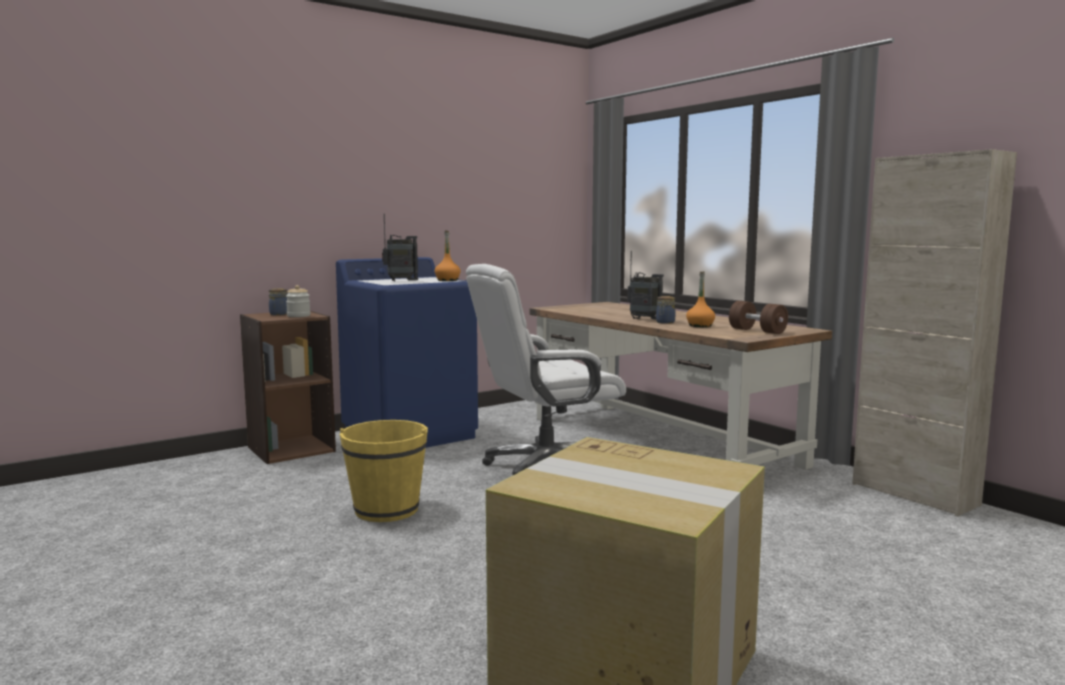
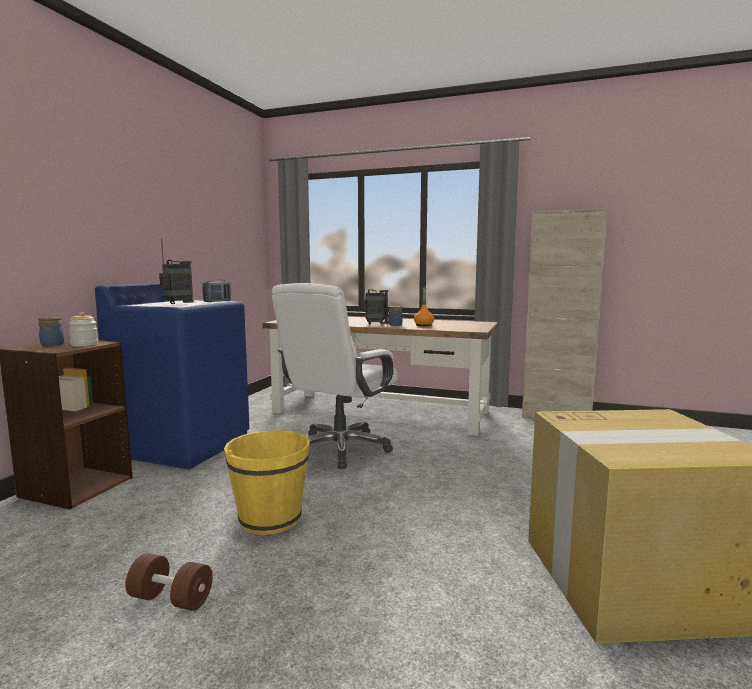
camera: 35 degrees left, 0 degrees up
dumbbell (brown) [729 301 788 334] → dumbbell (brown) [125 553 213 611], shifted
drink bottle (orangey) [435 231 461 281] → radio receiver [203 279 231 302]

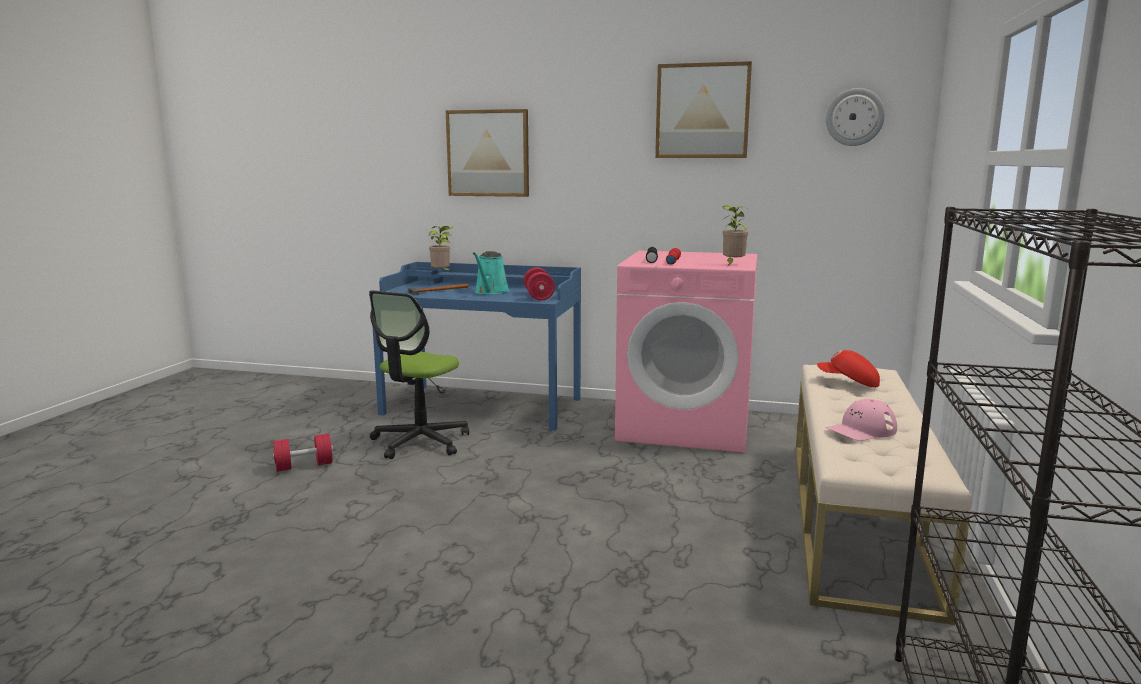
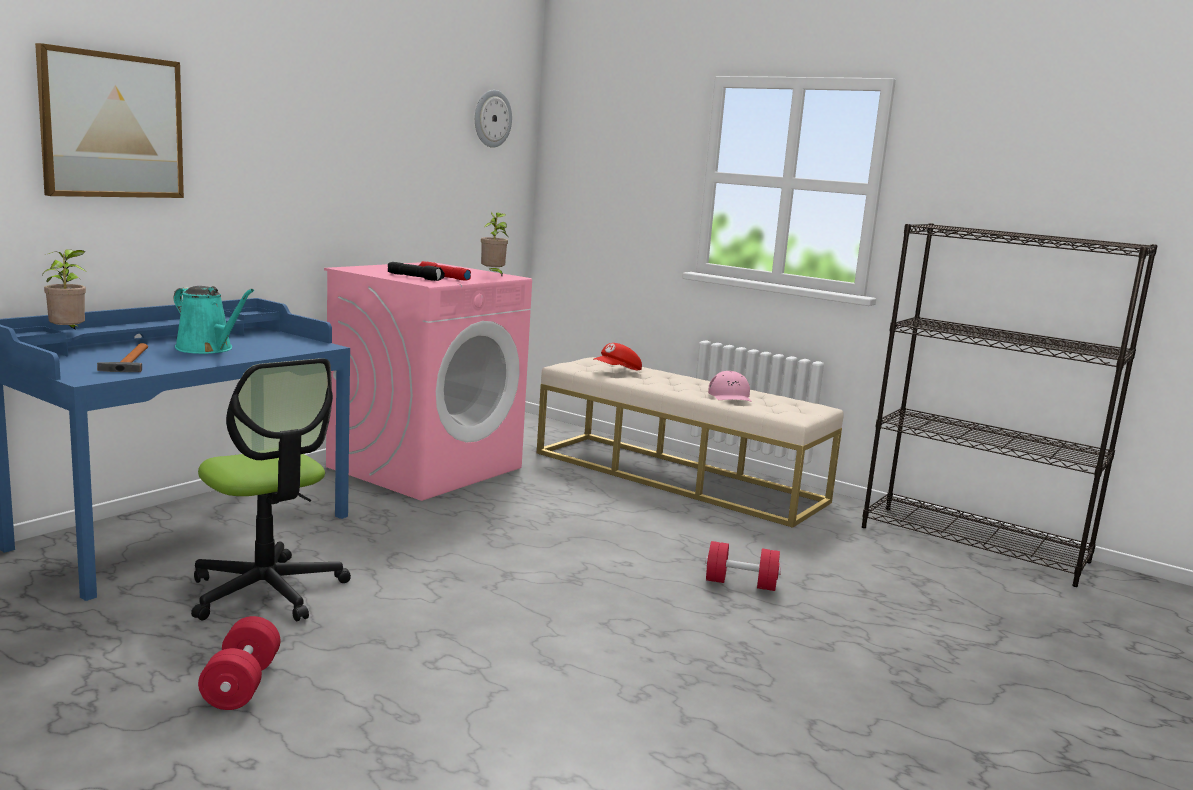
camera: 70 degrees left, 0 degrees up
picture [655 61 752 158] → -
dumbbell (red-coloured) [524 267 555 301] → dumbbell (red-coloured) [706 541 781 591], shifted

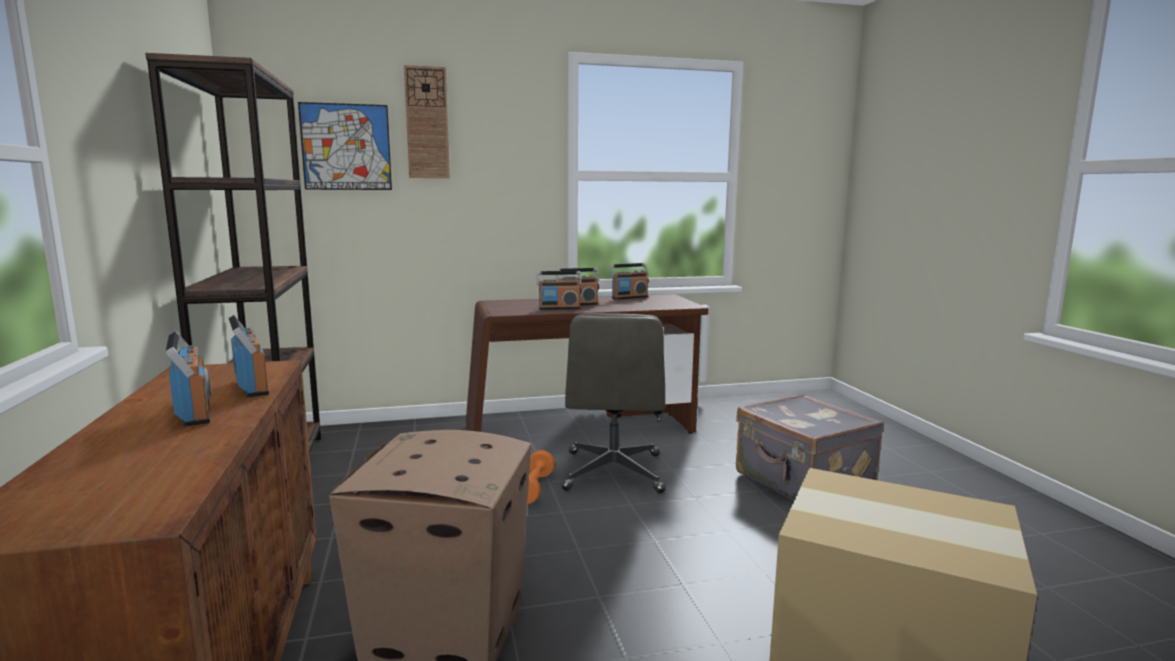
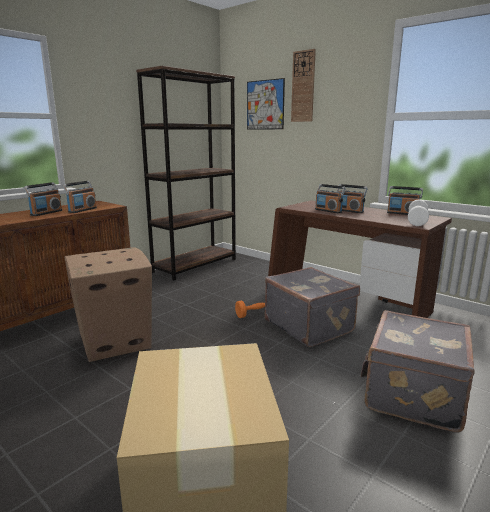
camera: 55 degrees right, 5 degrees up
- → dumbbell (whitish) [408 199 429 226]
desk chair (gray) [562 313 665 493] → travel case (gray) [265 267 360 347]

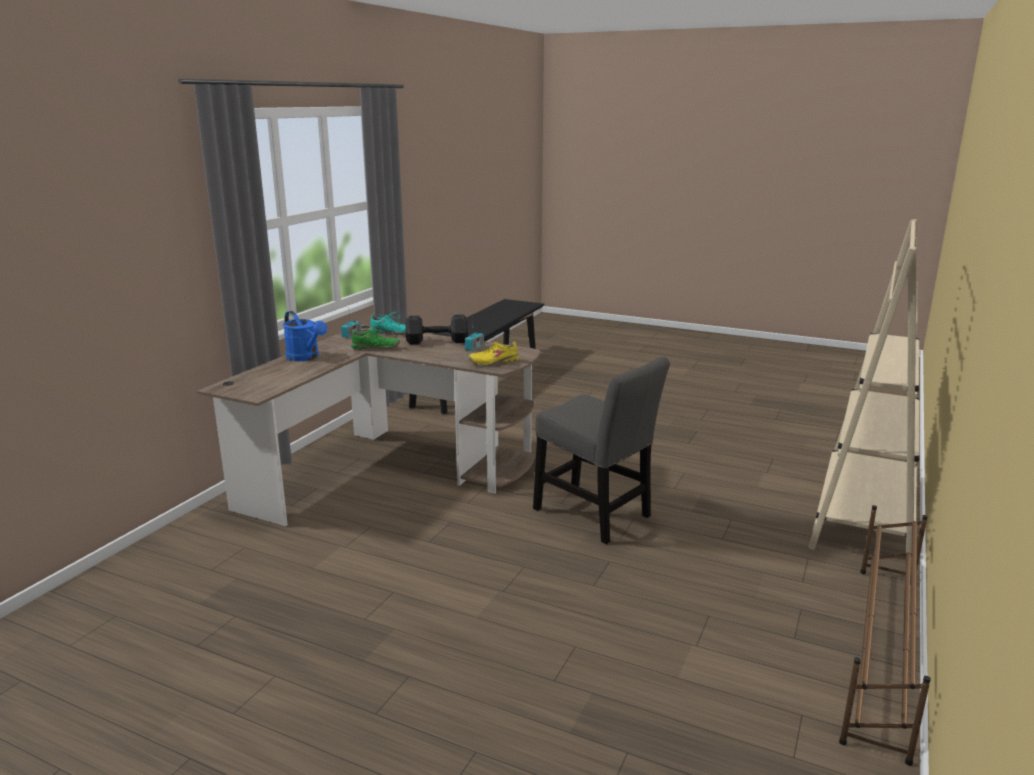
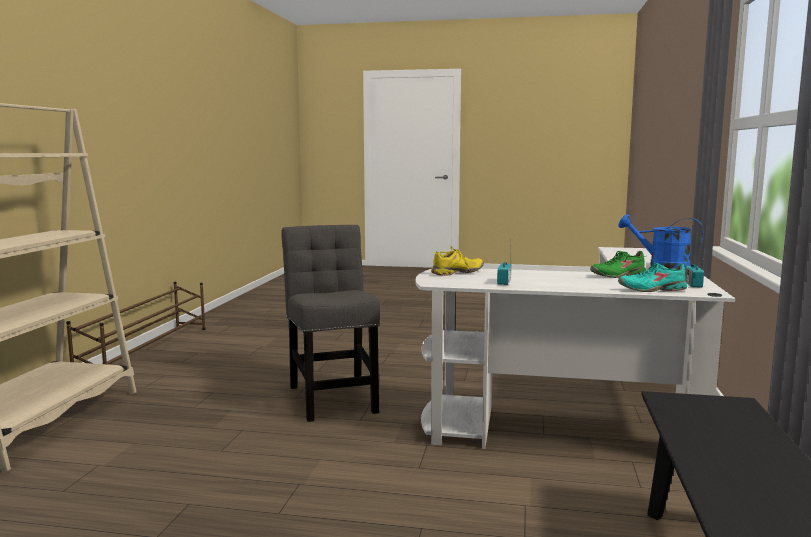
camera: 165 degrees right, 10 degrees down
dumbbell (black) [405 315 468 344] → -
desk table (brown) [197 324 540 526] → desk table (whitish) [416 247 735 449]
chair (gray) [533 357 670 544] → chair (gray) [281 225 380 422], 45 degrees clockwise

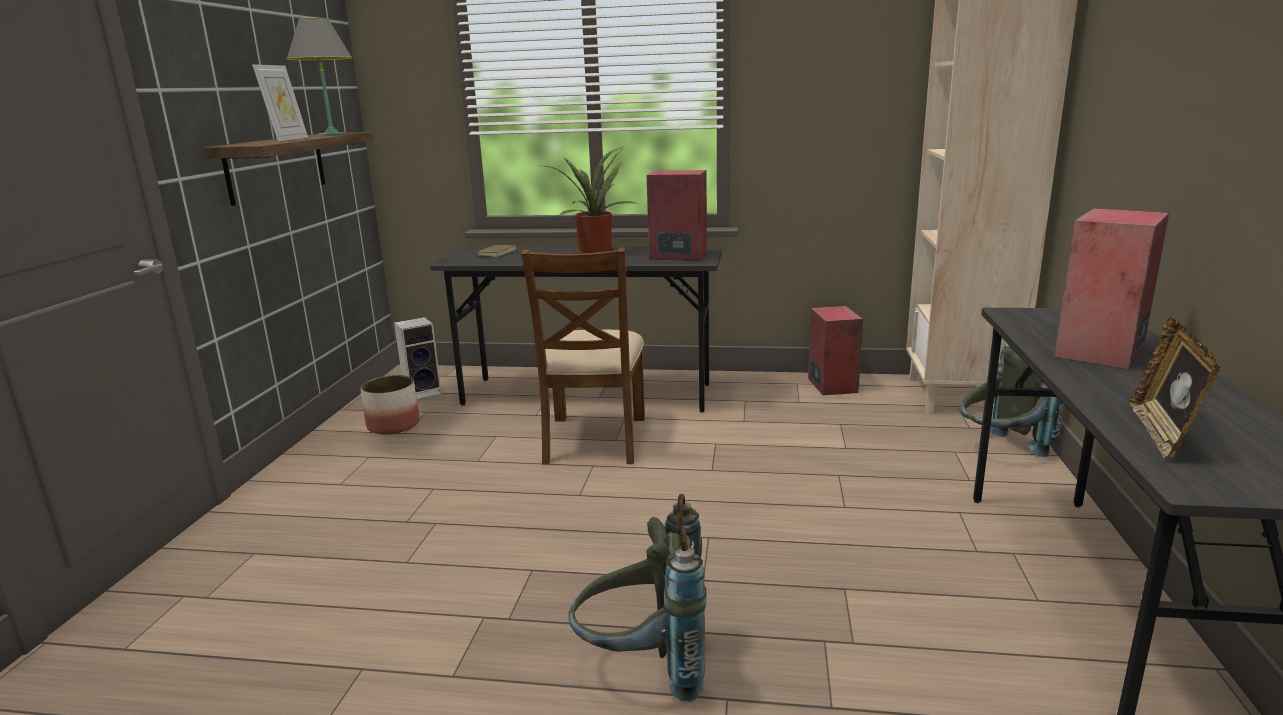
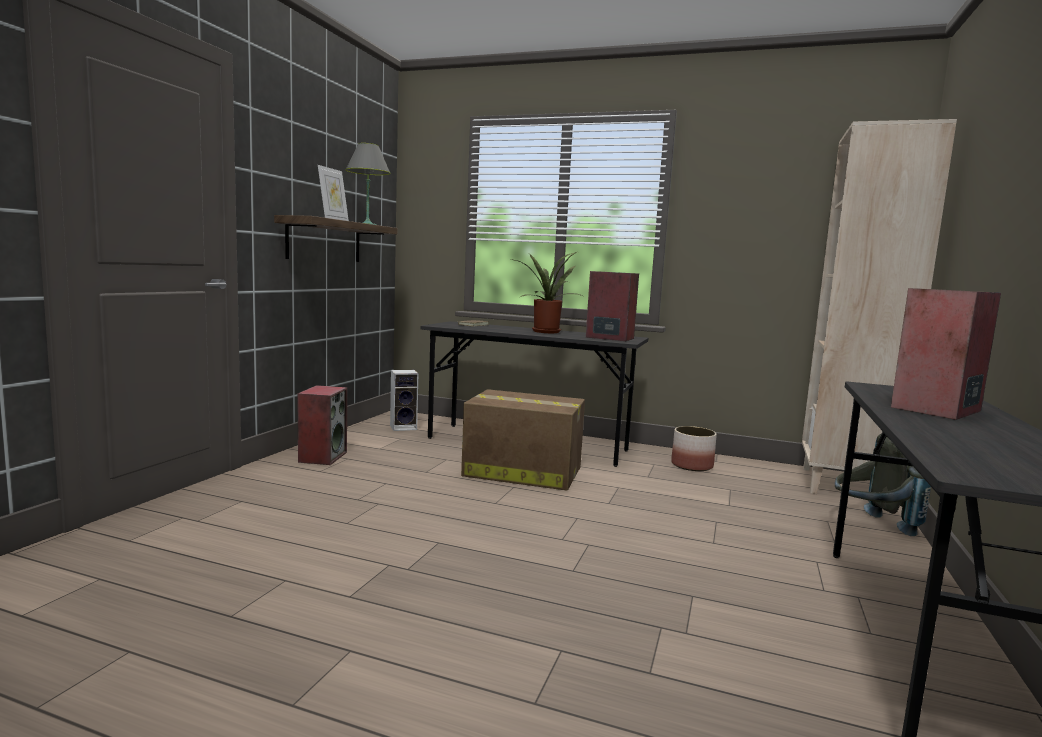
camera: 10 degrees right, 10 degrees down
rucksack (gray) [569 494 707 701] → -
picture frame [1129 318 1221 459] → -
flower pot [360 375 419 434] → flower pot [671 426 717 471], shifted
speaker [808 306 863 395] → speaker [297 385 347 465], shifted
chair (brown) [521 247 645 465] → carton [461 389 585 491]

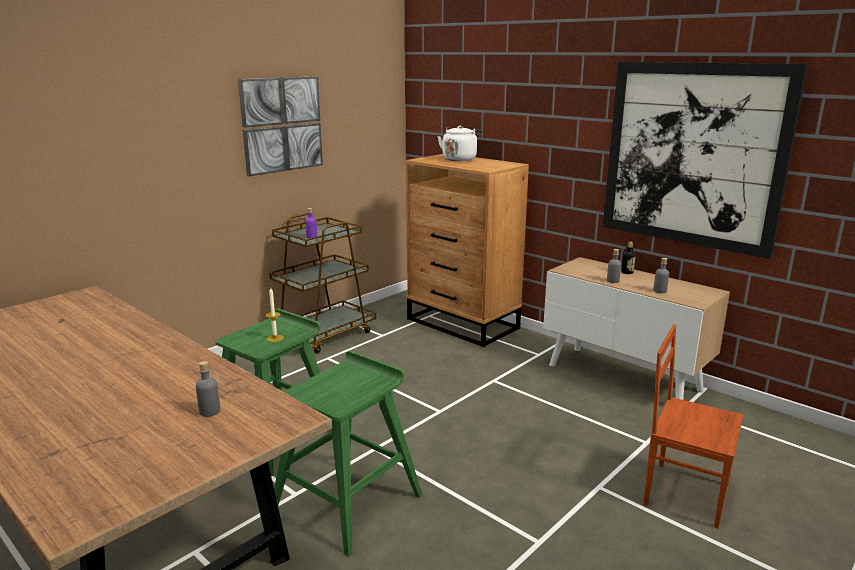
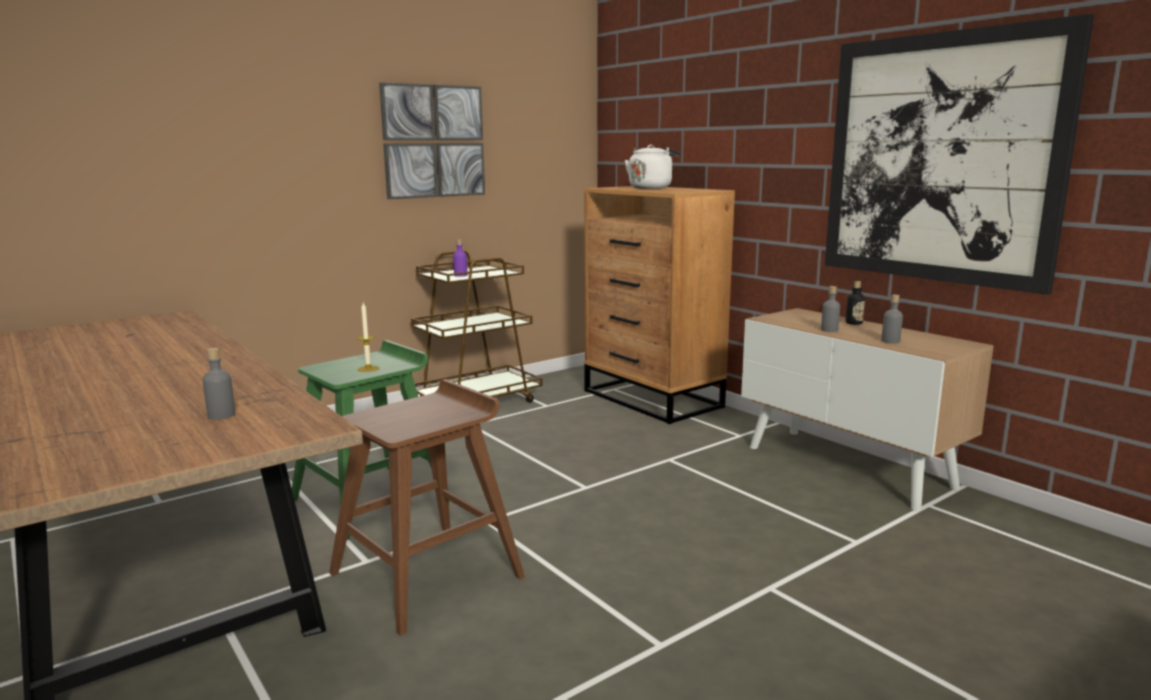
camera: 10 degrees right, 5 degrees down
chair (brown) [643 324 743 529] → -
sitting stool (green) [274 350 423 557] → sitting stool (brown) [329 379 525 636]

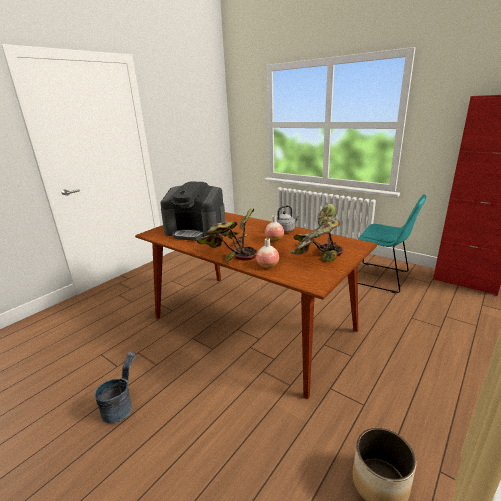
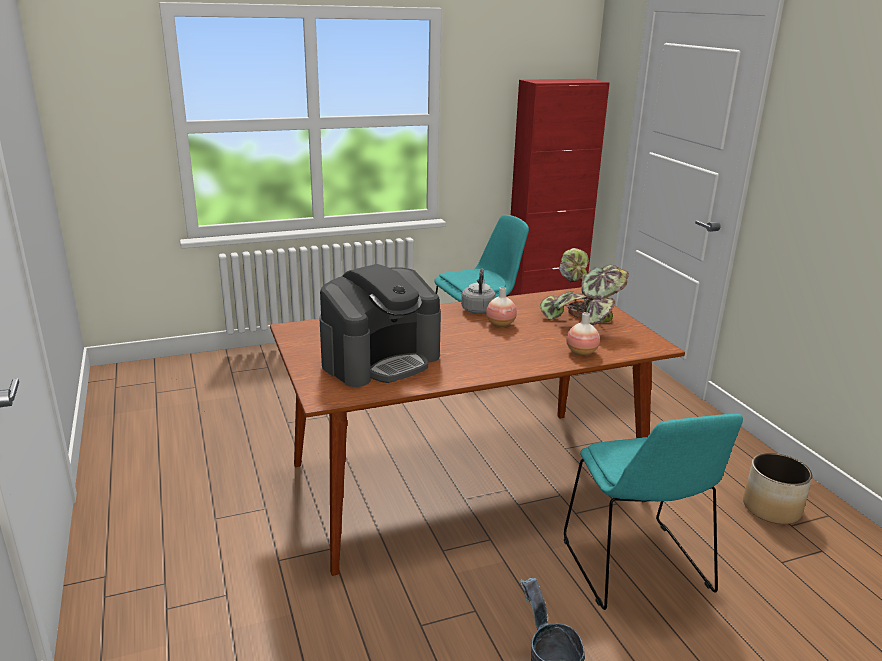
camera: 60 degrees left, 0 degrees up
plant in a pot [197 208 258 262] → -
- → chair (blue-green) [564 414 743 610]

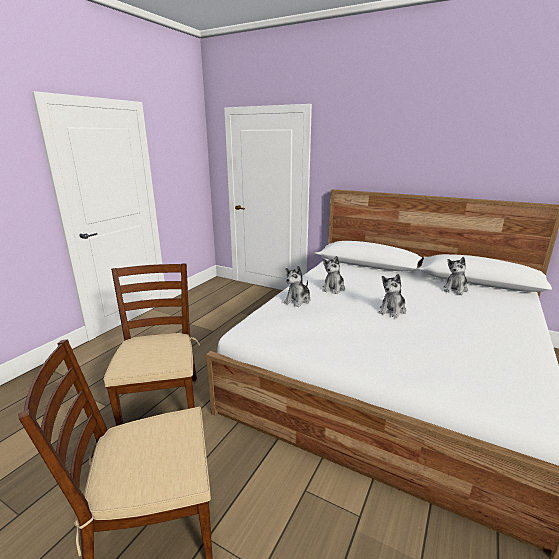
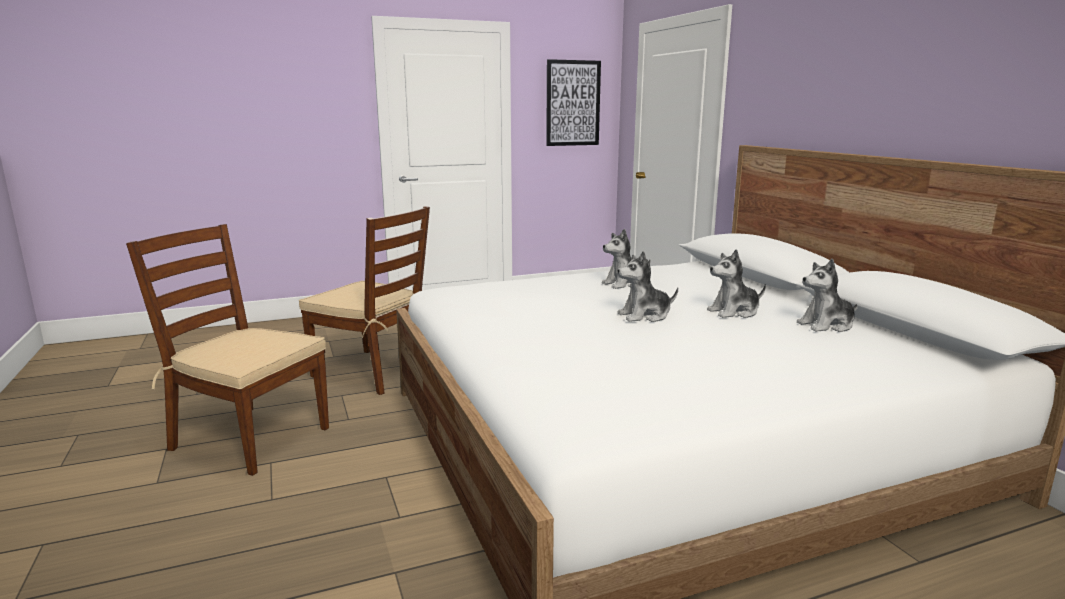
camera: 40 degrees right, 5 degrees down
- → picture [546 59 601 146]
plush toy [284 266 310 307] → plush toy [707 249 766 318], shifted
chair (brown) [103 263 200 426] → chair (brown) [299 206 430 395], 90 degrees clockwise

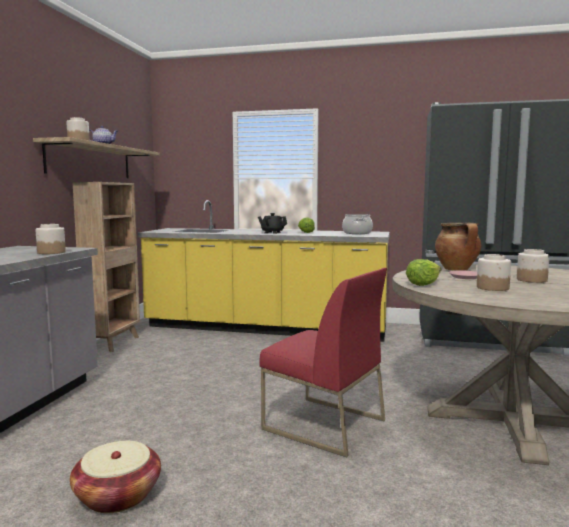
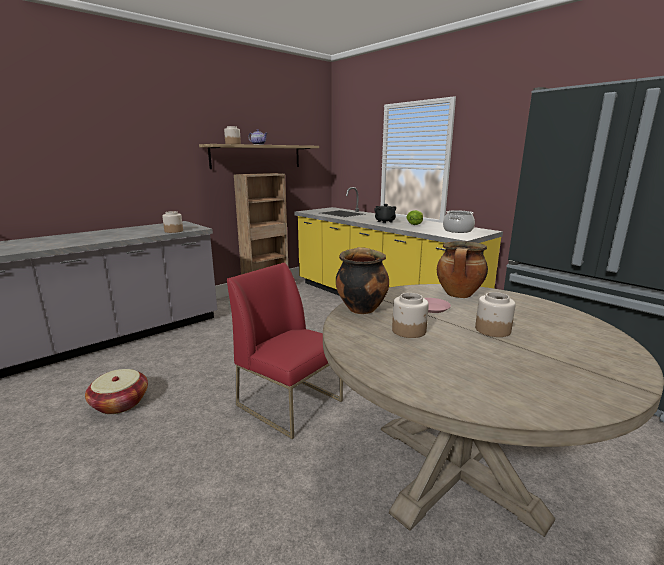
camera: 35 degrees right, 10 degrees up
head of lettuce [406 259 442 286] → stockpot [336 247 389 314]
chair (red-coloured) [260 268 387 457] → chair (red-coloured) [227 263 343 439], 150 degrees clockwise

